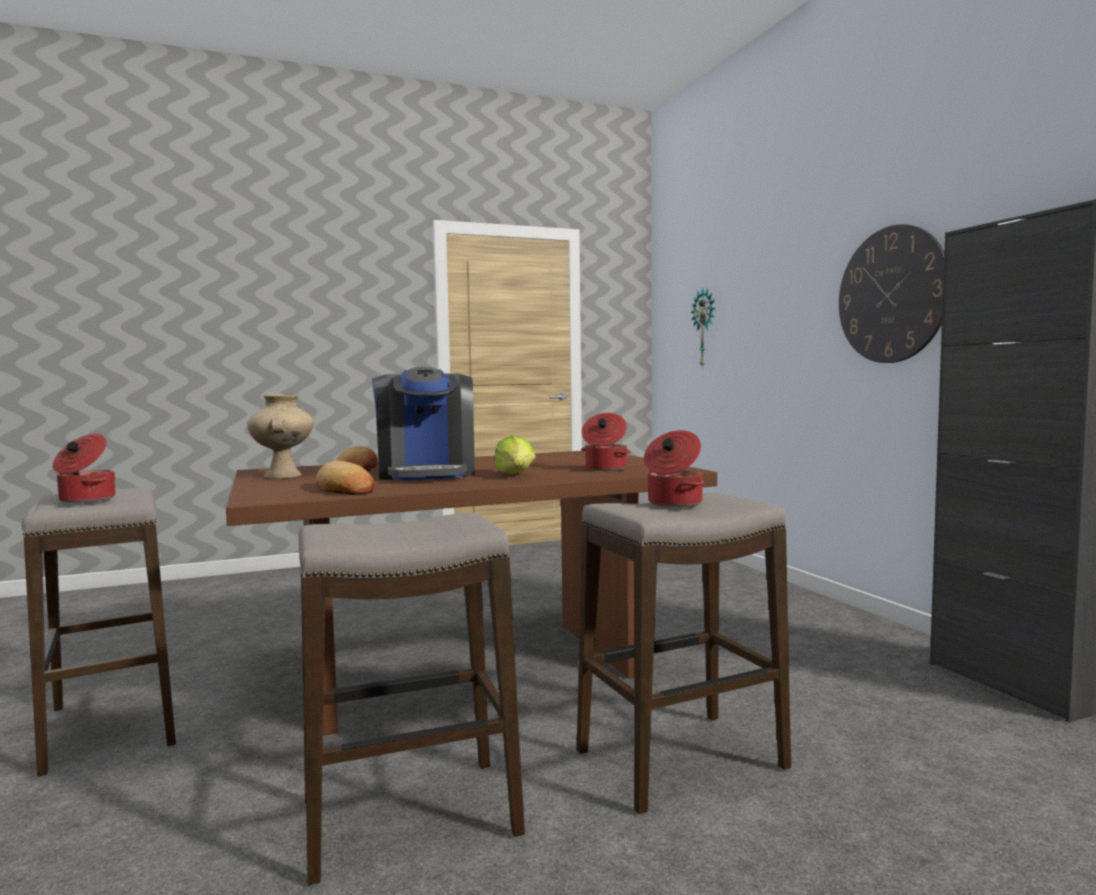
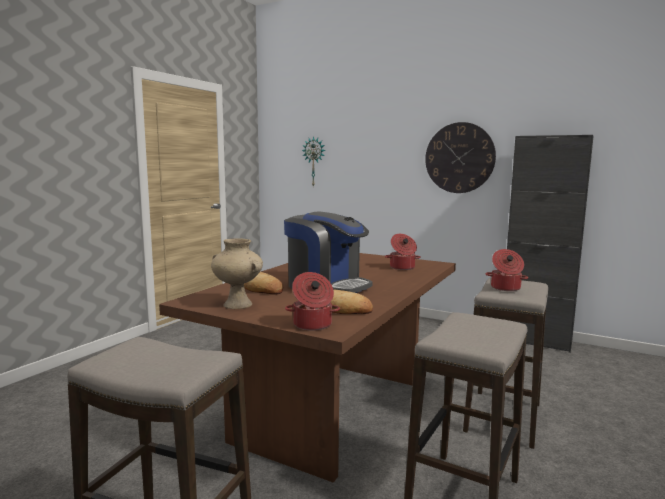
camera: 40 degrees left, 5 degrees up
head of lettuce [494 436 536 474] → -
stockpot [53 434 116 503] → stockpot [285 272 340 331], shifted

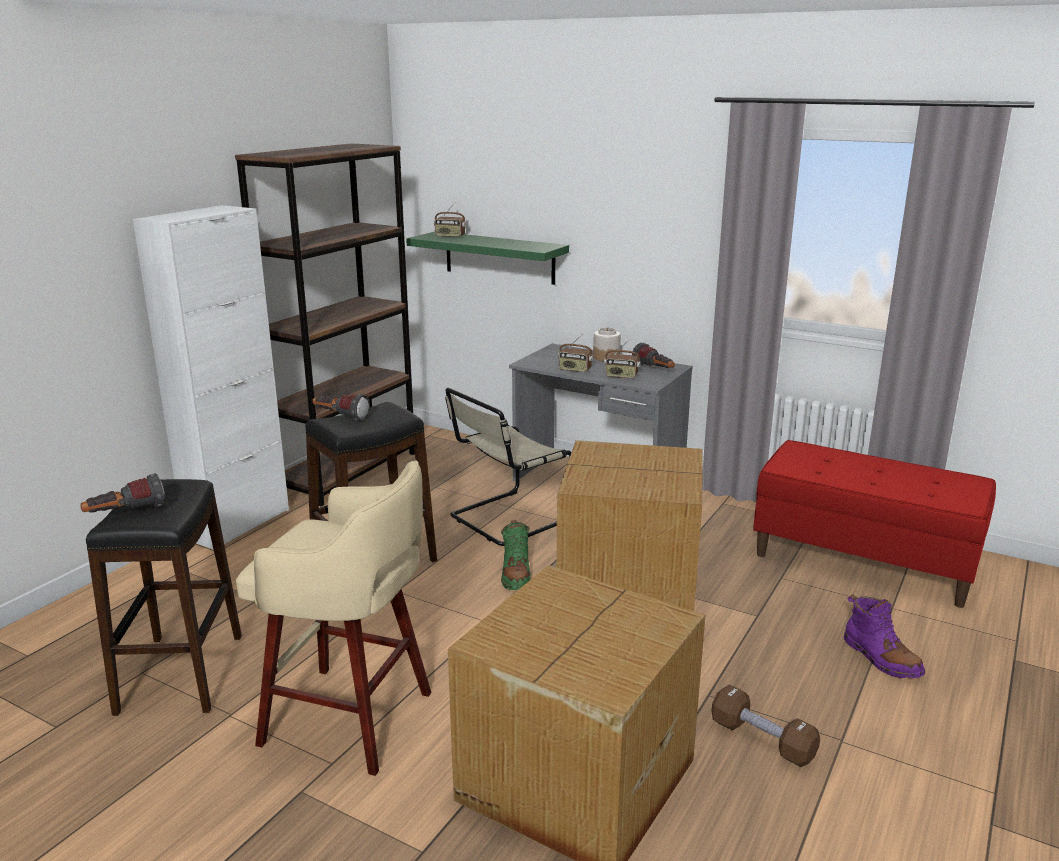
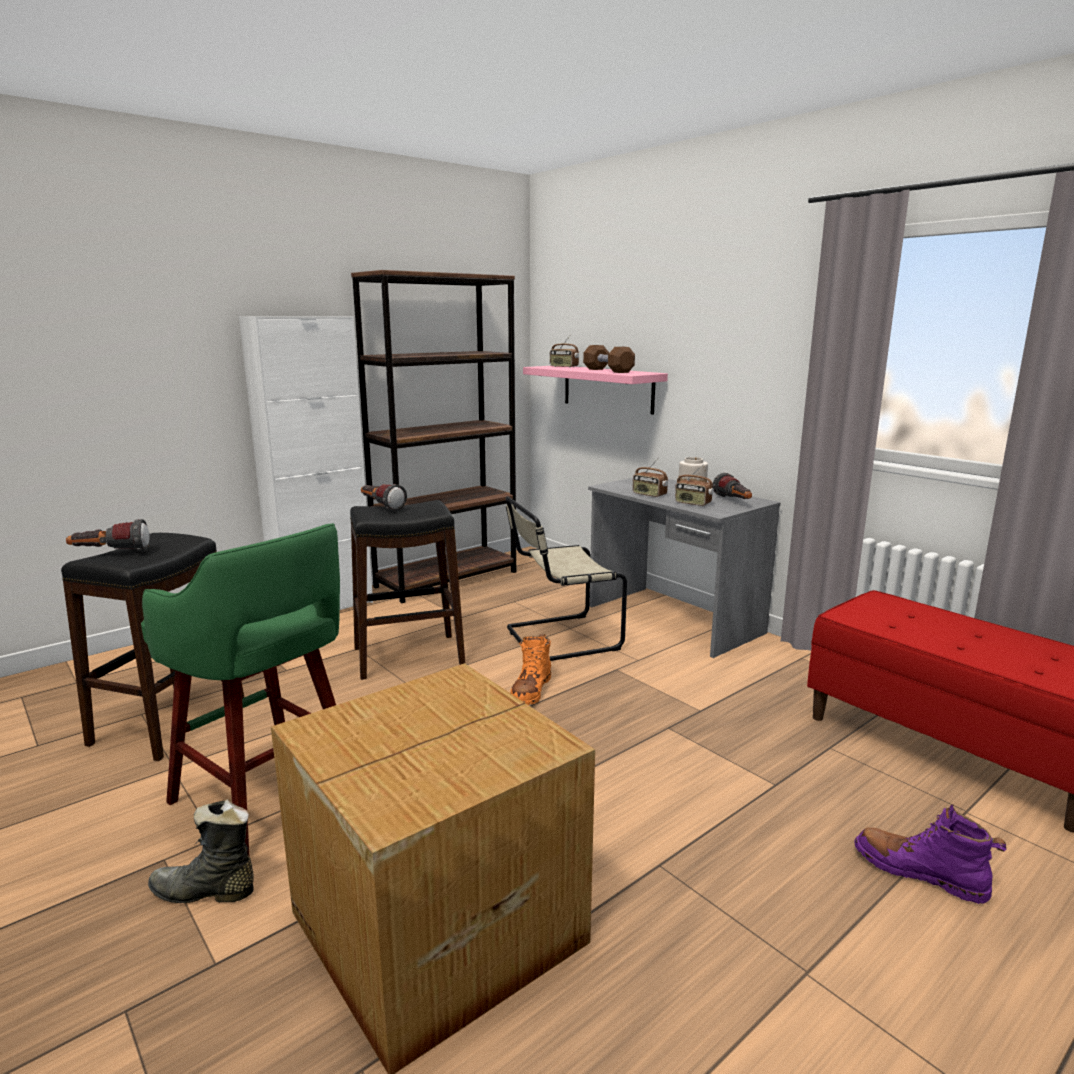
camera: 20 degrees right, 5 degrees down
carton [556 440 703 611] → -
- → high-top boot (black) [148 799 254 903]
dumbbell (brown) [711 684 820 767] → dumbbell (brown) [583 345 635 373], shifted
sitting stool (beige-coloured) [236 460 431 776] → sitting stool (green) [141 523 340 855]
bracket shelf (green) [406 232 569 285] → bracket shelf (pink-coloured) [523 366 668 415]
high-top boot (green) [501 520 531 590] → high-top boot (orangey) [510 634 551 705]
high-top boot (purple) [844 594 925 678] → high-top boot (purple) [854 804 1006 904], 135 degrees clockwise

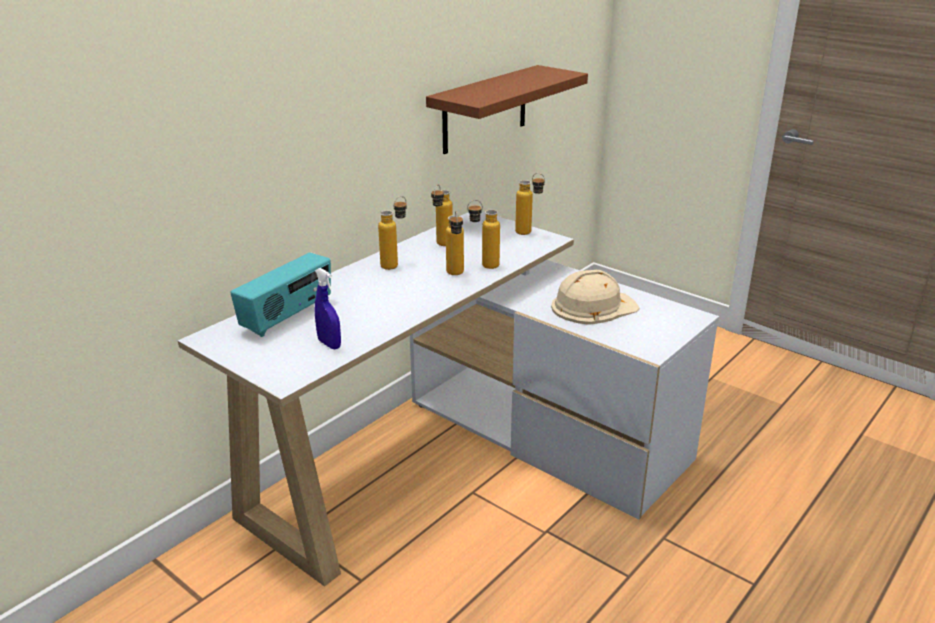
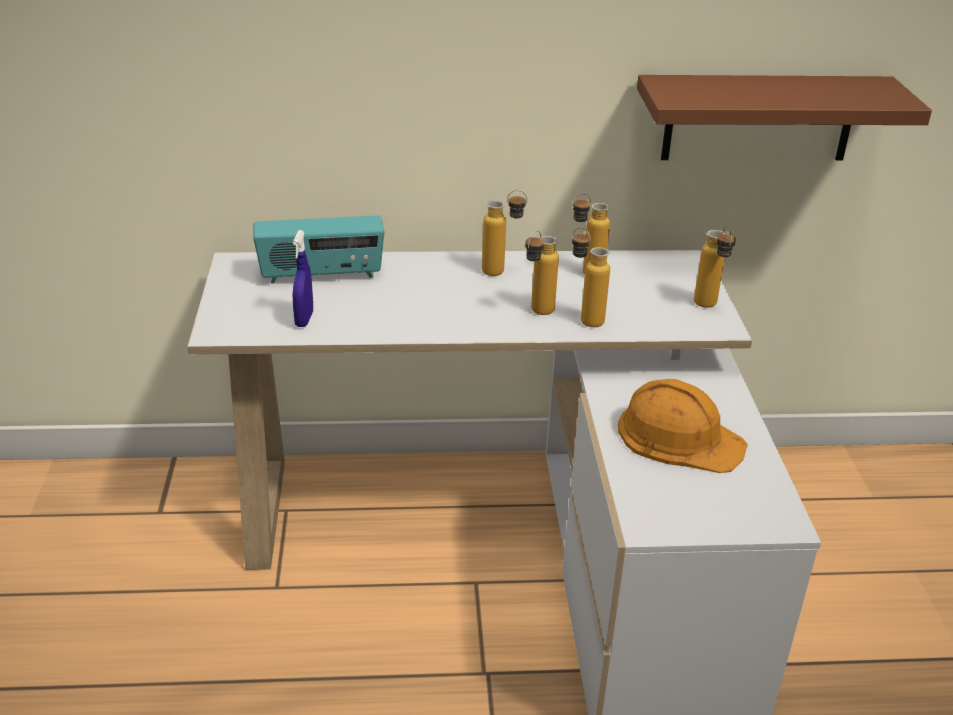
camera: 45 degrees right, 5 degrees up
hard hat (beige-coloured) [551 270 640 325] → hard hat (orangey) [618 379 748 473]

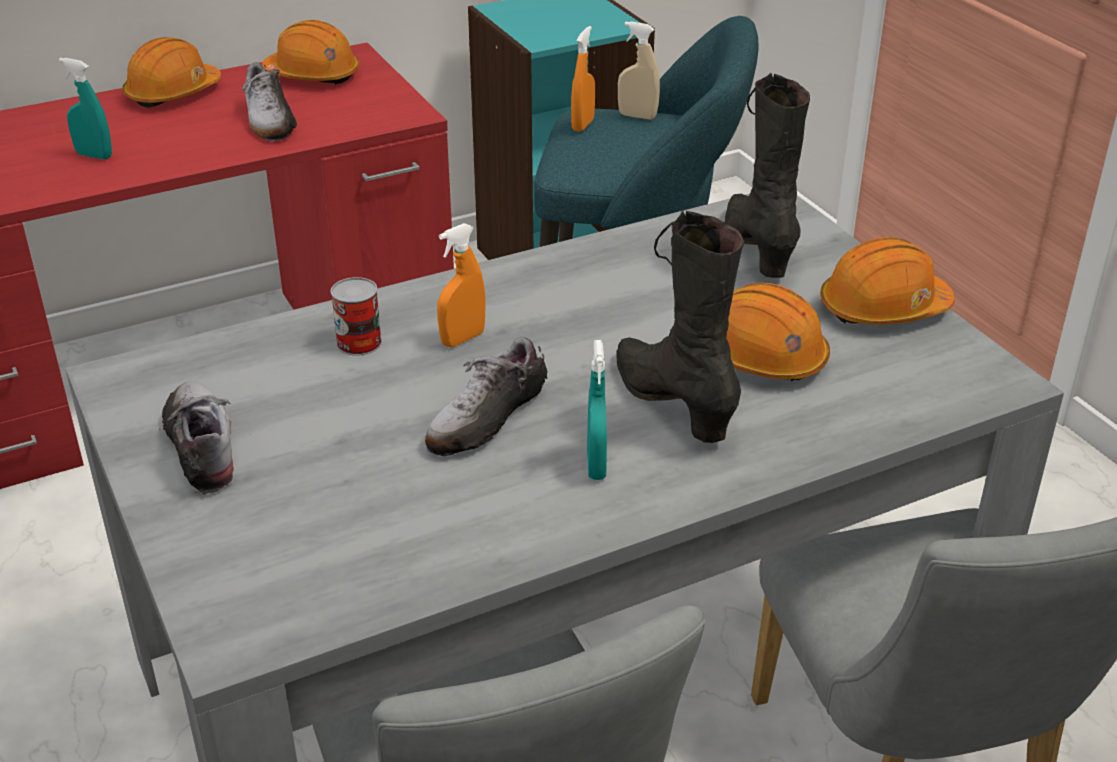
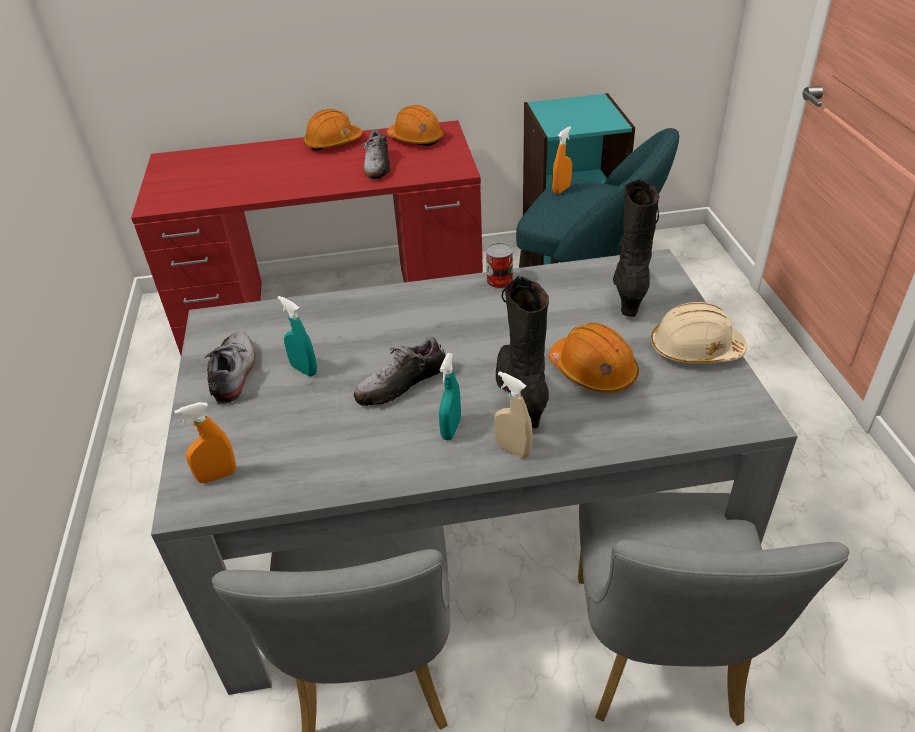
camera: 20 degrees right, 5 degrees up
spray bottle (blue-green) [59 58 112 160] → spray bottle (blue-green) [278 296 317 376], shifted
metal can [331 277 382 356] → metal can [486 243 513 289], shifted
spray bottle (orangey) [437 223 486 347] → spray bottle (orangey) [174 402 236 483], shifted
spray bottle (beige-coloured) [618 21 660 120] → spray bottle (beige-coloured) [494 371 533 459], shifted
hard hat (orangey) [820 237 955 325] → hard hat (beige-coloured) [651 302 747 364]

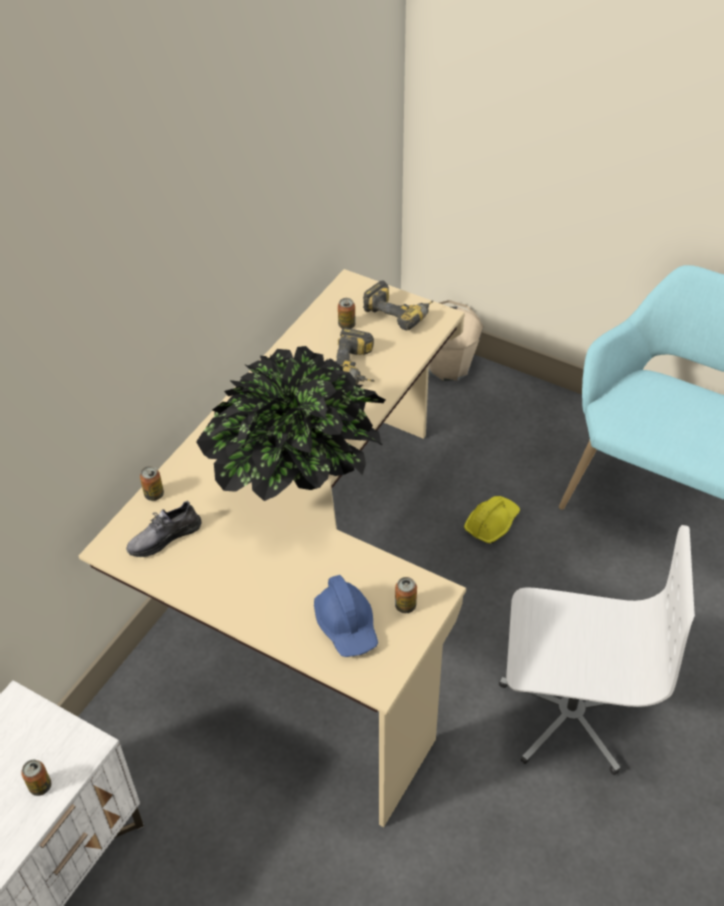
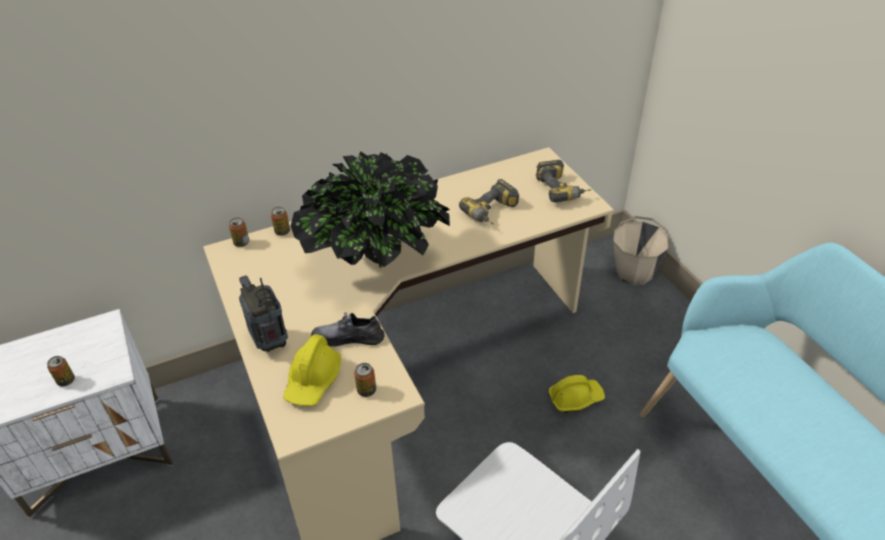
camera: 35 degrees right, 5 degrees down
- → radio receiver [239 275 288 352]
low shoe (gray) [126 500 202 557] → low shoe (gray) [311 313 385 347], shifted
metal can [338 298 356 329] → metal can [229 218 249 247], shifted
hard hat (blue-coloured) [314 575 378 657] → hard hat (yellow) [283 334 341 406]

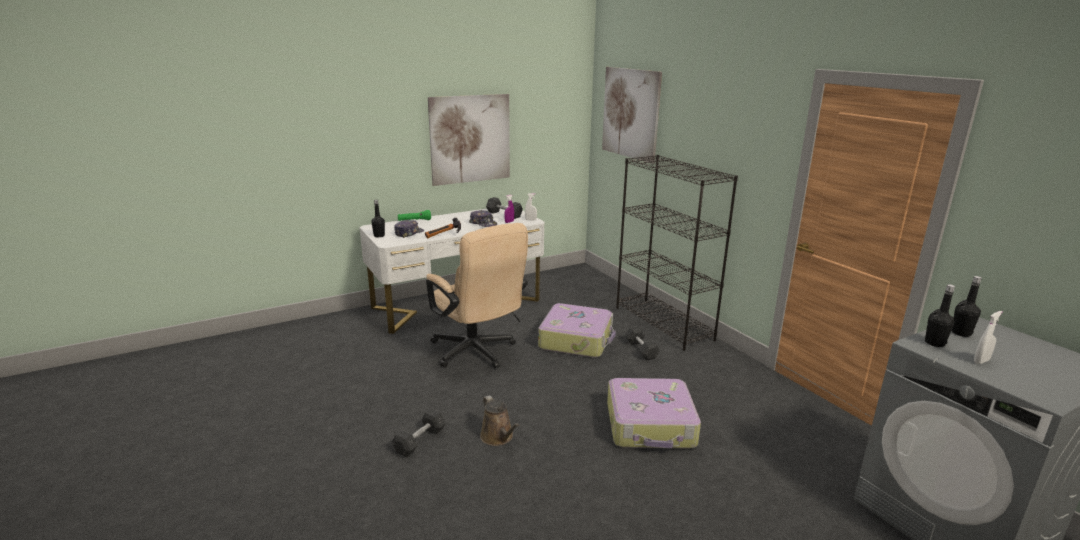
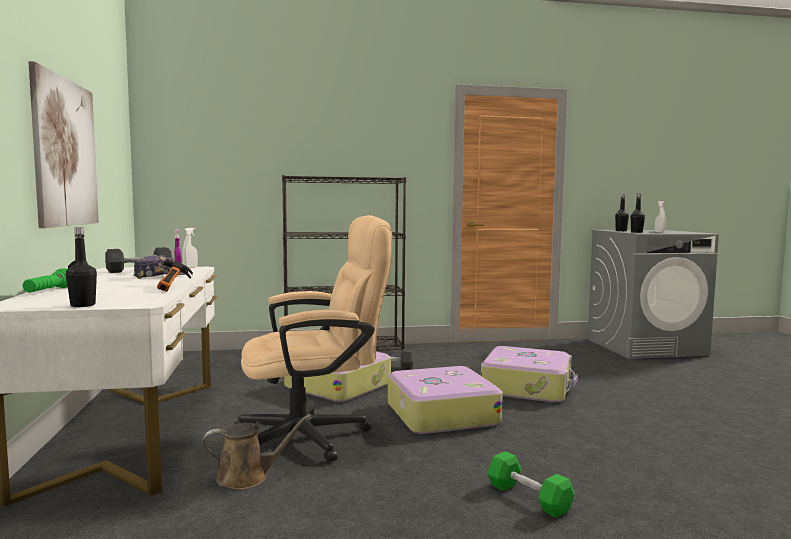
camera: 70 degrees left, 15 degrees down
baseball cap [394 220 424 238] → -
picture [602 67 662 164] → -
- → travel case [388 366 503 434]
watering pot (brown) [480 395 519 446] → watering pot (brown) [202 414 311 490], shifted
dumbbell (gray) [392 409 446 458] → dumbbell (green) [487 451 574 518]

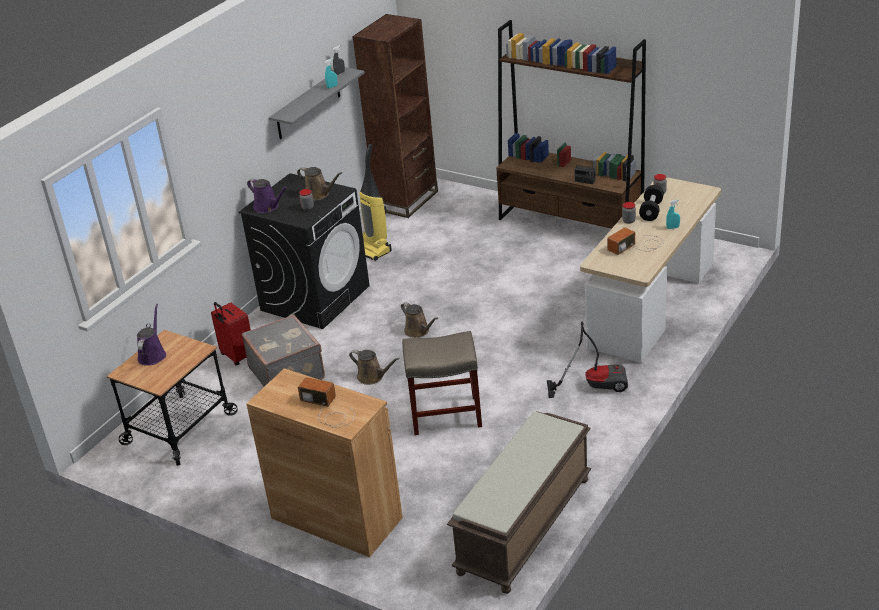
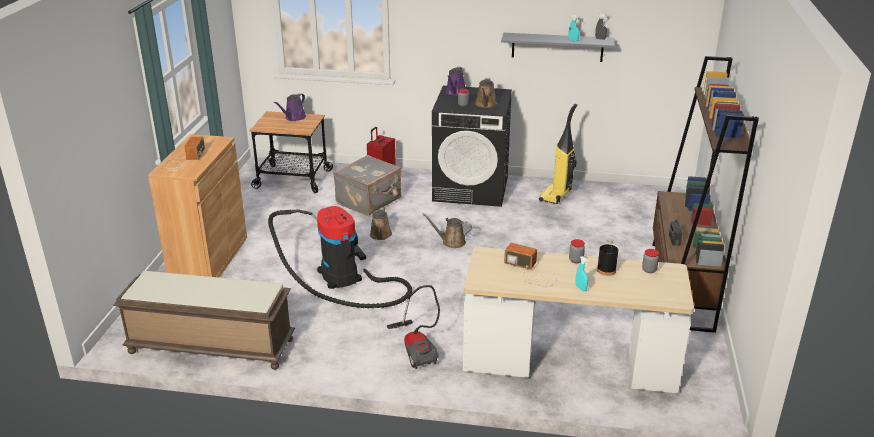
camera: 65 degrees right, 5 degrees down
bookshelf (brown) [352 14 438 218] → -
sitting stool (beige-coloured) [402 331 482 435] → vacuum [268 206 412 308]
dumbbell (black) [639 185 664 221] → drink bottle (black) [597 238 618 276]
watering pot (purple) [137 304 166 366] → watering pot (purple) [274 93 306 121], 135 degrees clockwise
watering pot (brown) [401 302 438 338] → watering pot (brown) [422 214 472 248], 75 degrees clockwise

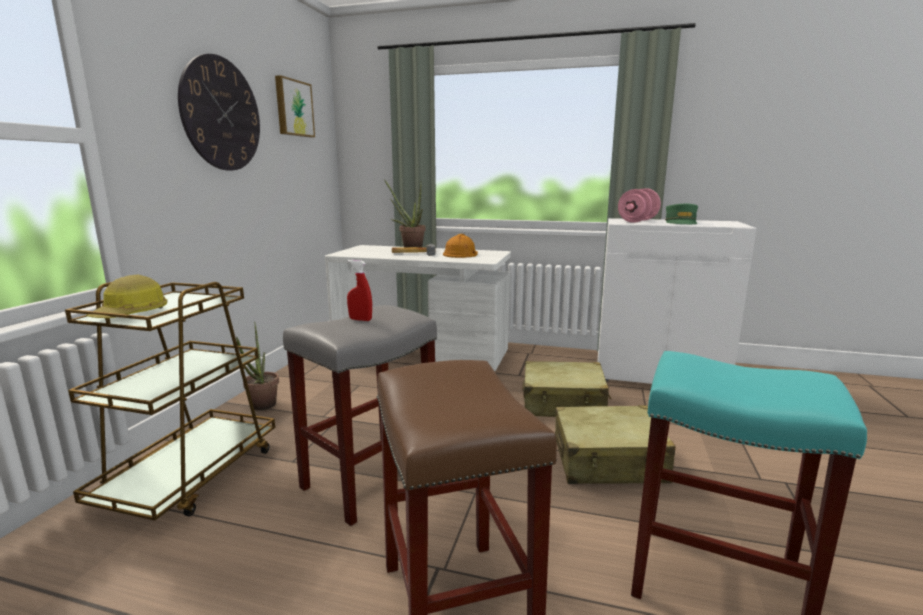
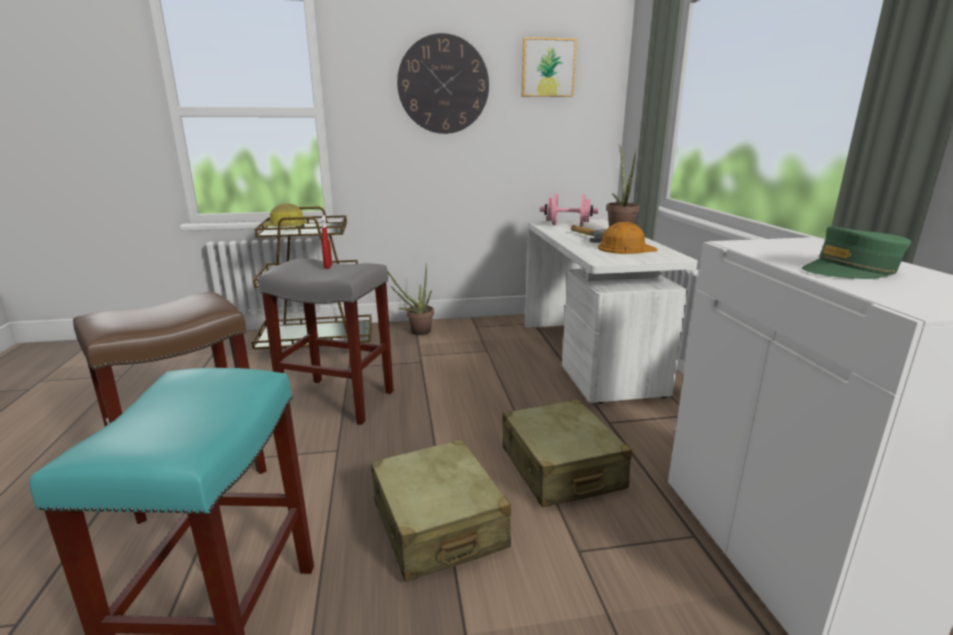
camera: 65 degrees right, 5 degrees up
dumbbell (pink-coloured) [618 188 661 223] → dumbbell (pink-coloured) [540 194 598 226], shifted

